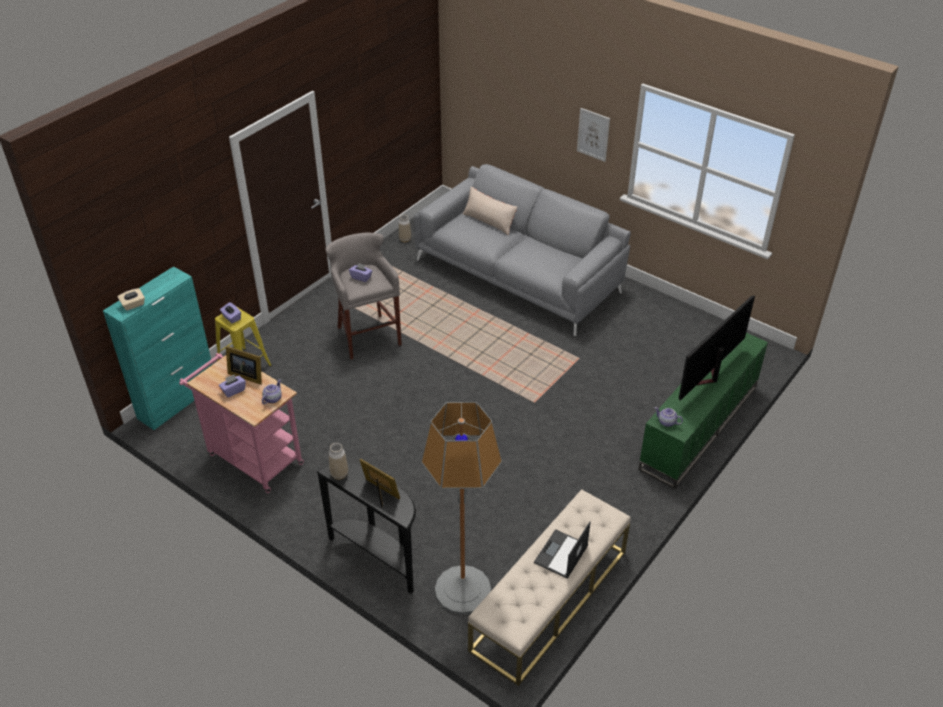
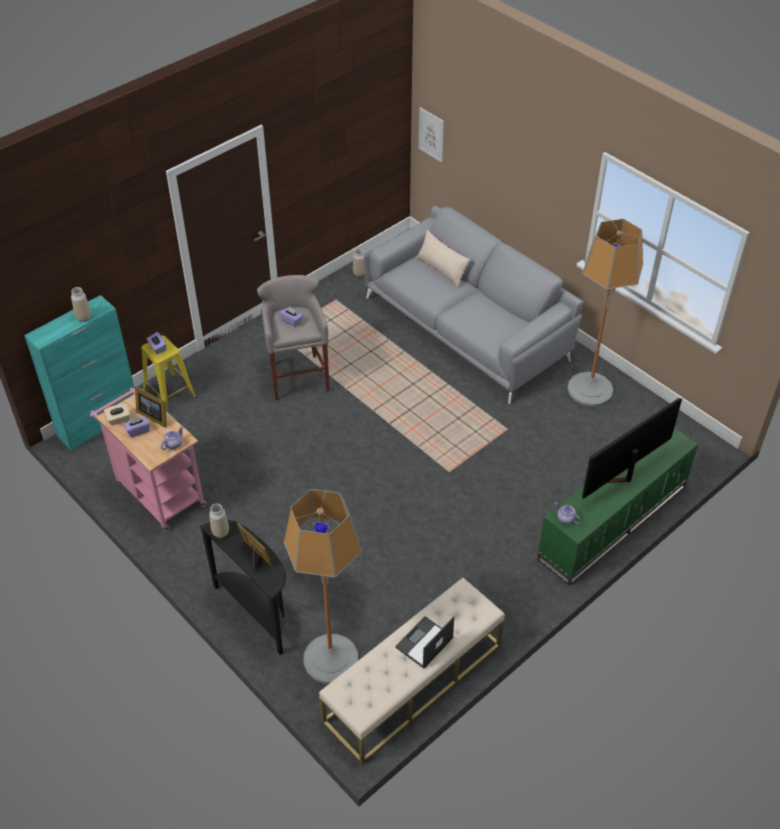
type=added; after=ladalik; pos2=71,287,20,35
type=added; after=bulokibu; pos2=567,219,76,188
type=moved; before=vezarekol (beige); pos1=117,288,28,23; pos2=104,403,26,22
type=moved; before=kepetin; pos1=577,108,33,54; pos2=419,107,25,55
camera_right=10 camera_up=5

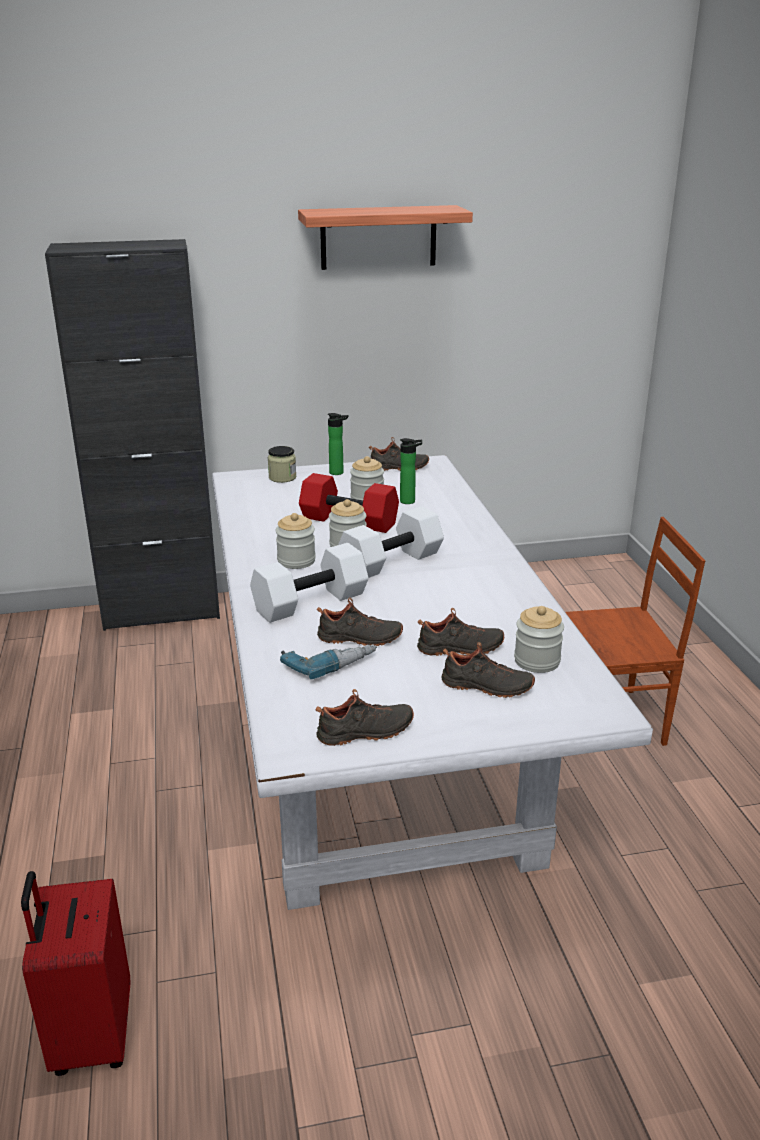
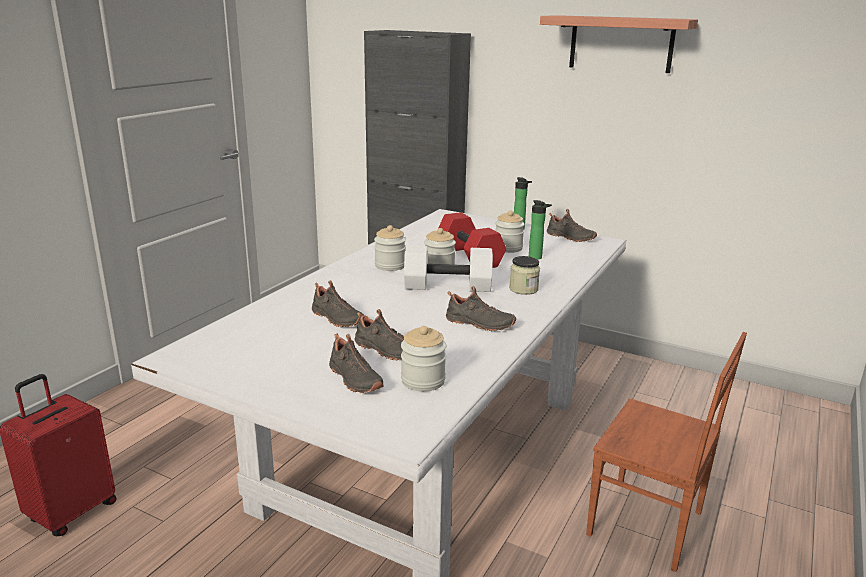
type=removed; before=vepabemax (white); pos1=250,543,118,80
type=removed; before=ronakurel; pos1=280,644,97,35
type=moved; before=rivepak; pos1=268,446,28,37; pos2=509,256,31,39
type=moved; before=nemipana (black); pos1=315,689,99,57; pos2=446,286,70,45
camera_right=40 camera_up=-5

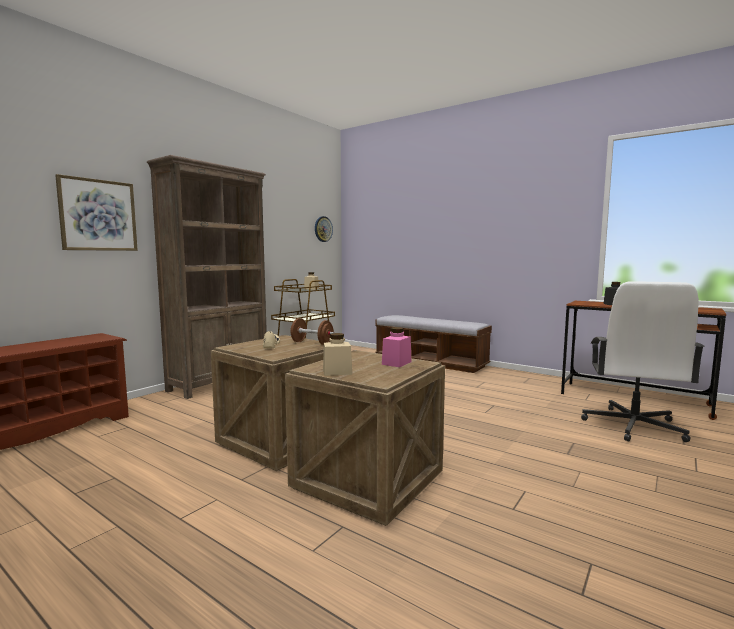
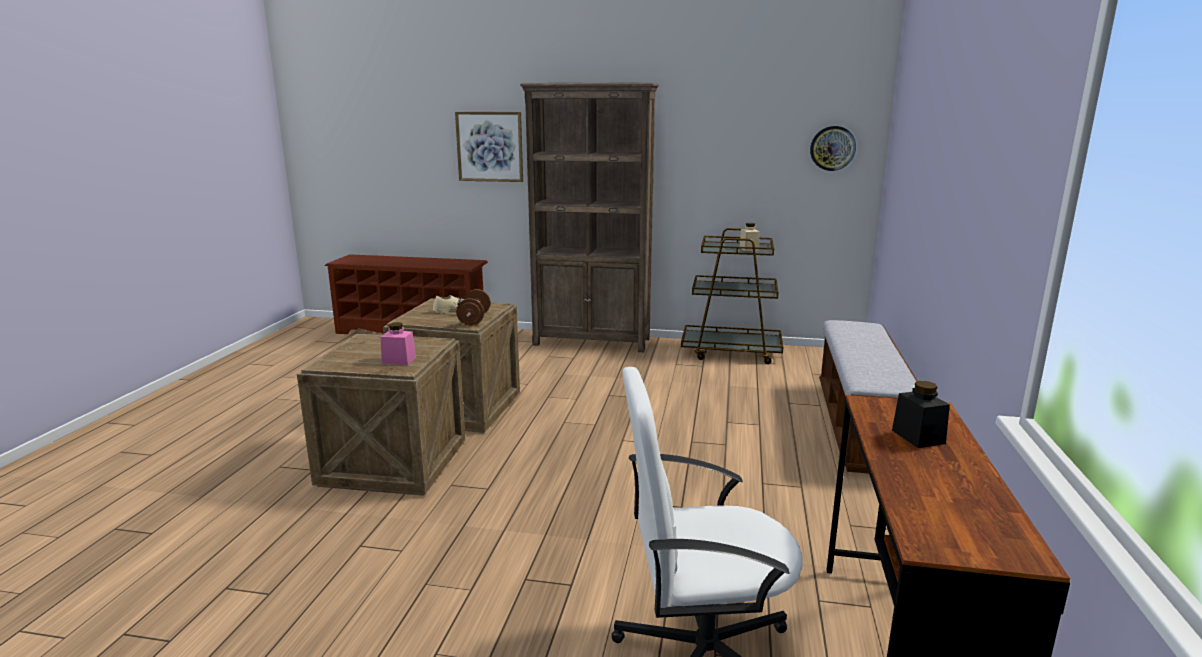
type=removed; before=rivepak (beige); pos1=323,333,29,43
camera_right=65 camera_up=10

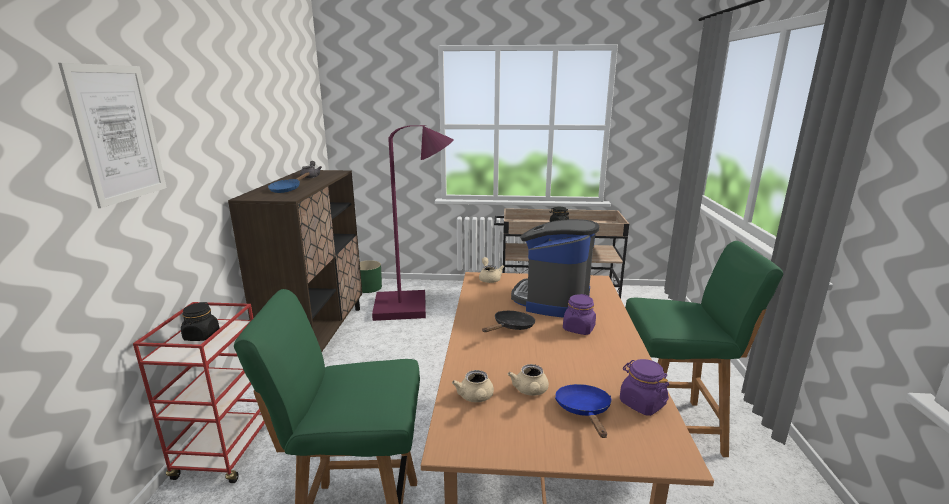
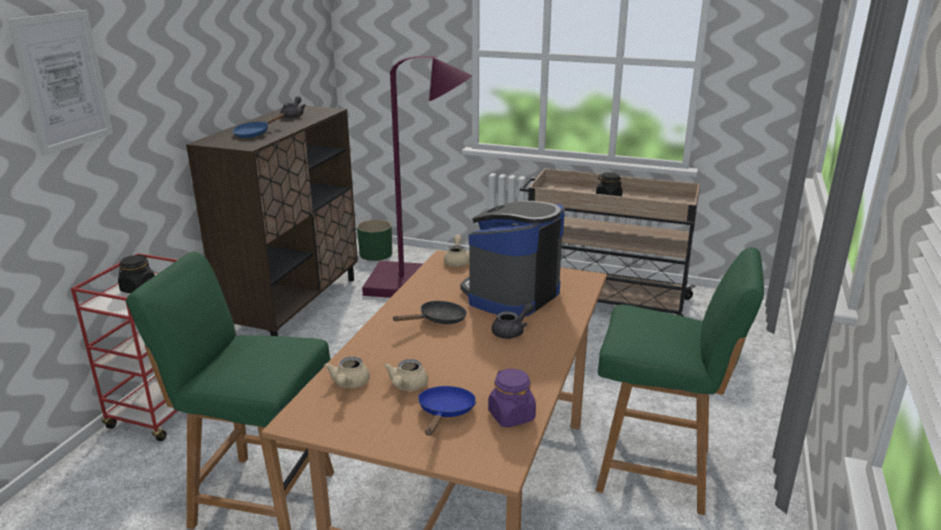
type=replaced; before=rivepak (purple); after=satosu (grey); pos1=563,294,33,41; pos2=492,302,42,37
camera_right=15 camera_up=5

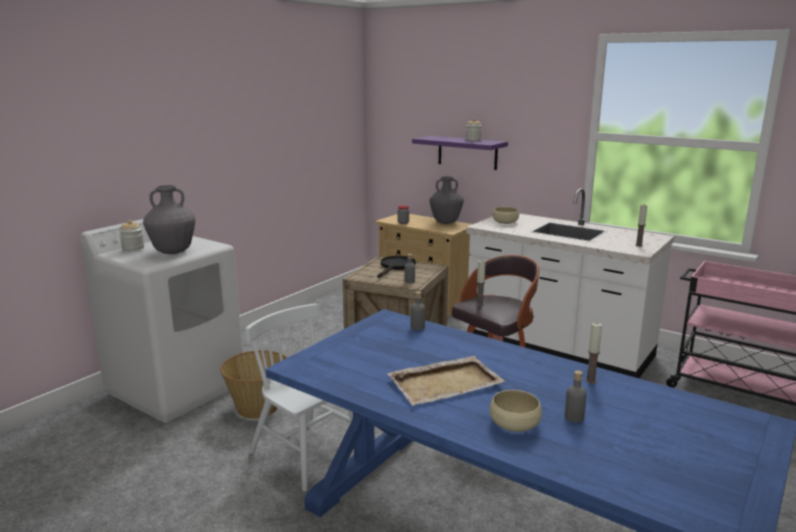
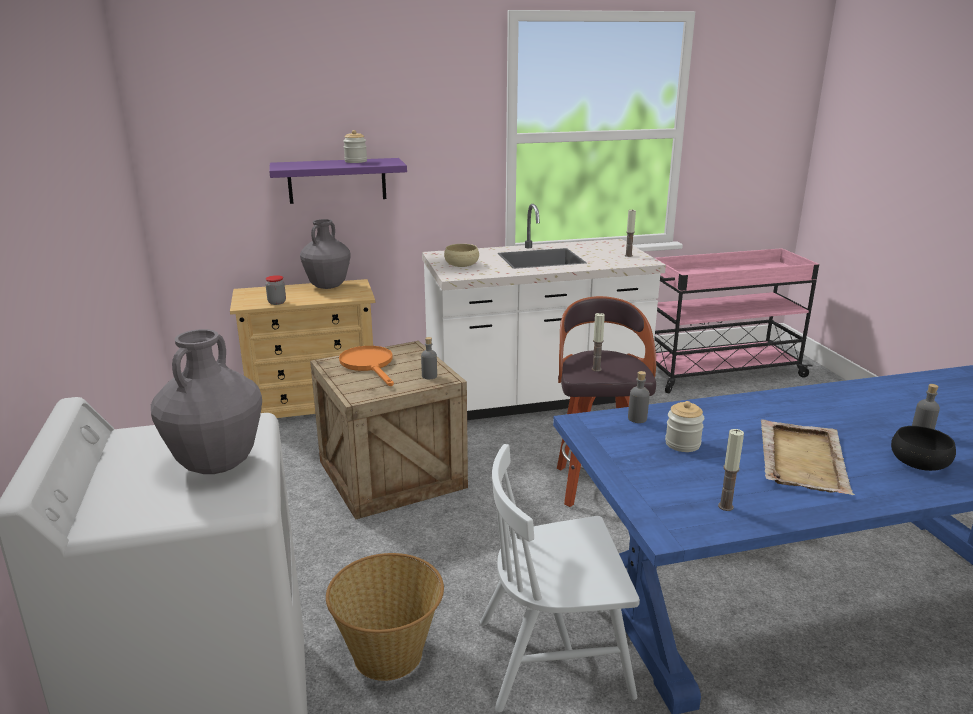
type=moved; before=rivepak; pos1=119,220,25,31; pos2=665,401,39,51
type=moved; before=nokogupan; pos1=585,323,17,61; pos2=718,429,26,82
type=recoloured; before=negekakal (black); after=negekakal (orange); pos1=377,256,39,22; pos2=339,346,55,40
type=recoloured; before=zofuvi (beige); after=zofuvi (black); pos1=490,390,52,42; pos2=891,426,65,45
camera_right=-50 camera_up=5

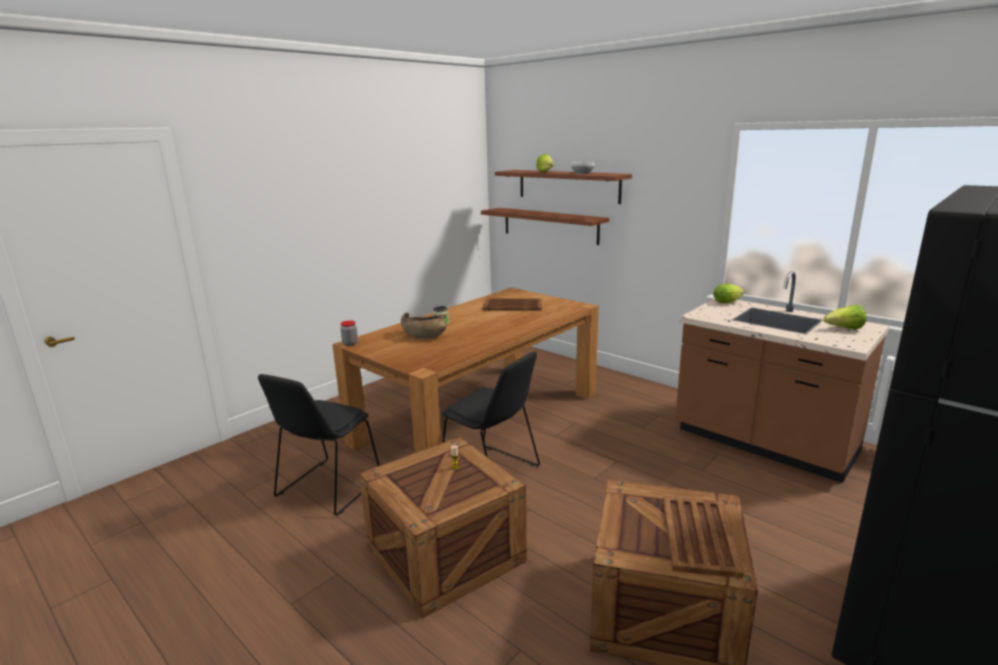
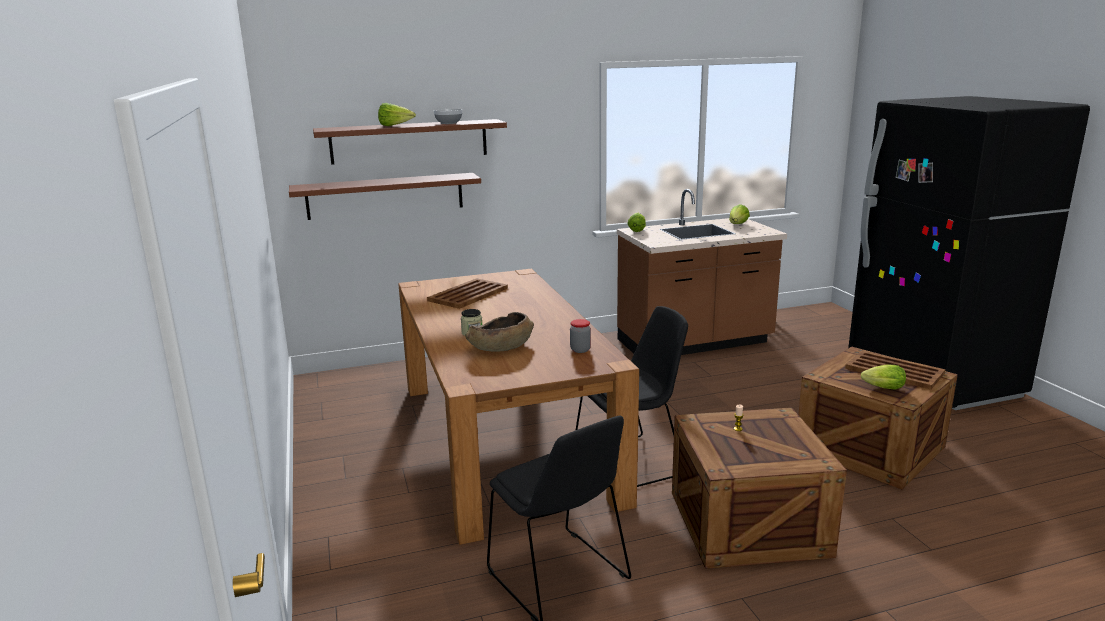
type=added; after=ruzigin; pos2=861,365,45,25
type=moved; before=rivepak; pos1=340,320,18,26; pos2=570,319,21,34
camera_right=-60 camera_up=0

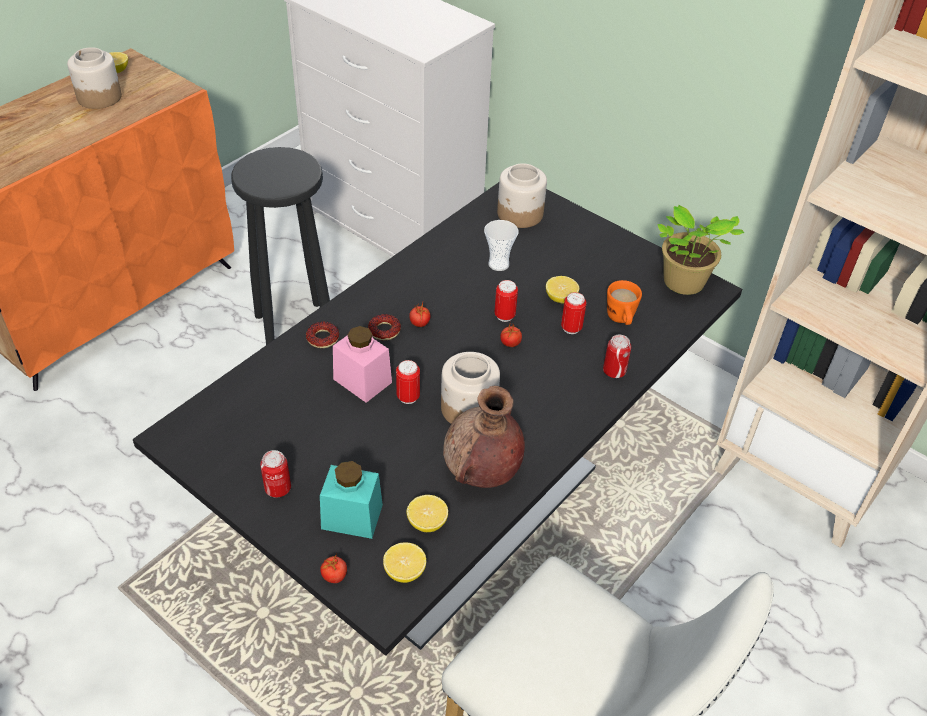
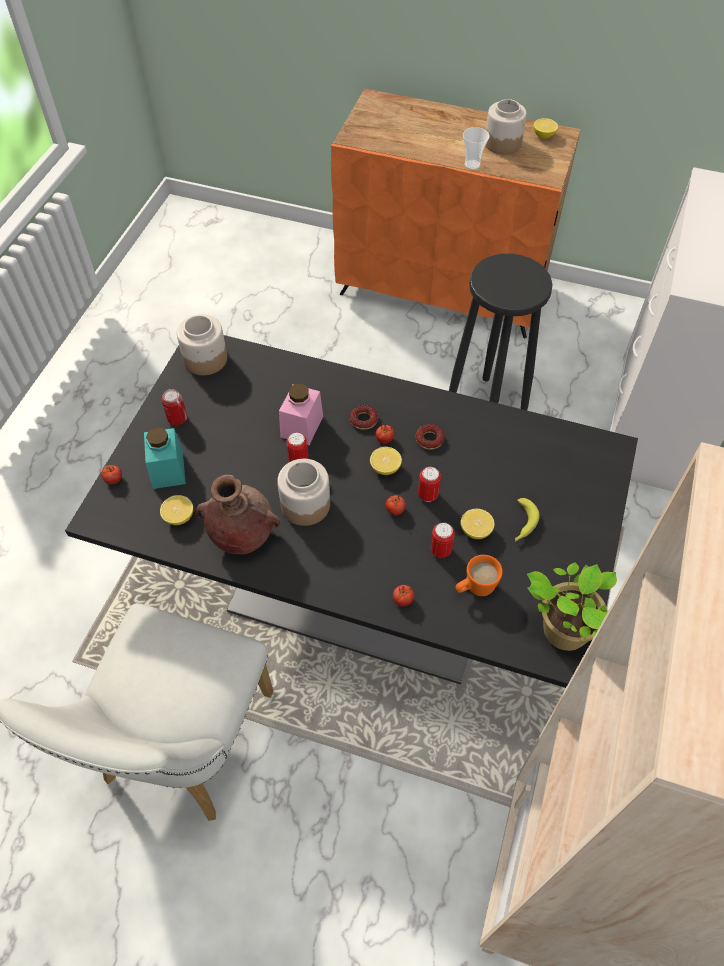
type=added; after=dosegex; pos2=515,498,25,44
type=moved; before=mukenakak; pos1=306,322,33,26; pos2=416,424,29,25
type=moved; before=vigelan; pos1=383,542,43,41; pos2=370,447,32,28
type=moved; before=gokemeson; pos1=484,220,35,51; pos2=463,127,27,43
type=moved; before=rivepak; pos1=497,163,50,65; pos2=177,314,50,61
type=replaced; before=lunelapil; after=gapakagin; pos1=603,335,28,43; pos2=393,585,21,21
camera_right=70 camera_up=10

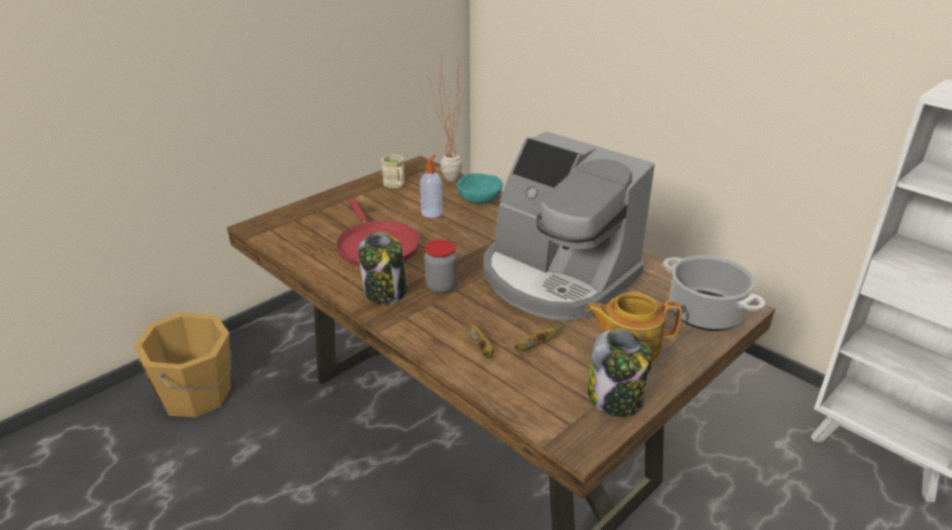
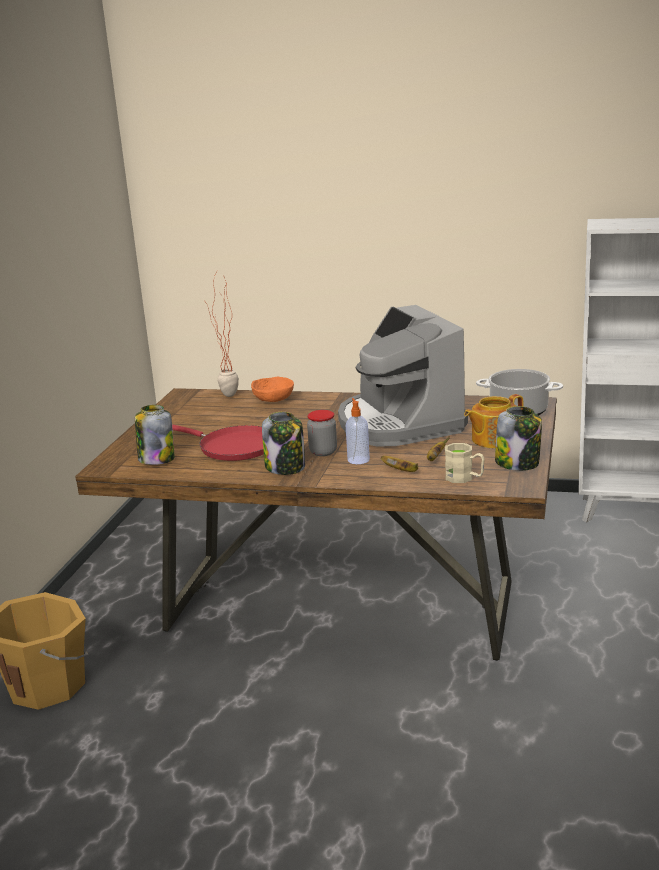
type=added; after=rivepak; pos2=135,405,40,60
type=moved; before=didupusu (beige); pos1=381,154,24,34; pos2=445,443,40,40
type=moved; before=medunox; pos1=420,155,22,63; pos2=346,398,24,66
type=recoloured; before=zofuvi (turquoise); after=zofuvi (orange); pos1=457,173,46,31; pos2=251,376,43,26
type=turned; before=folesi; pos1=483,131,172,190; pos2=338,305,130,142; turn=60
camera_right=-30 camera_up=-10

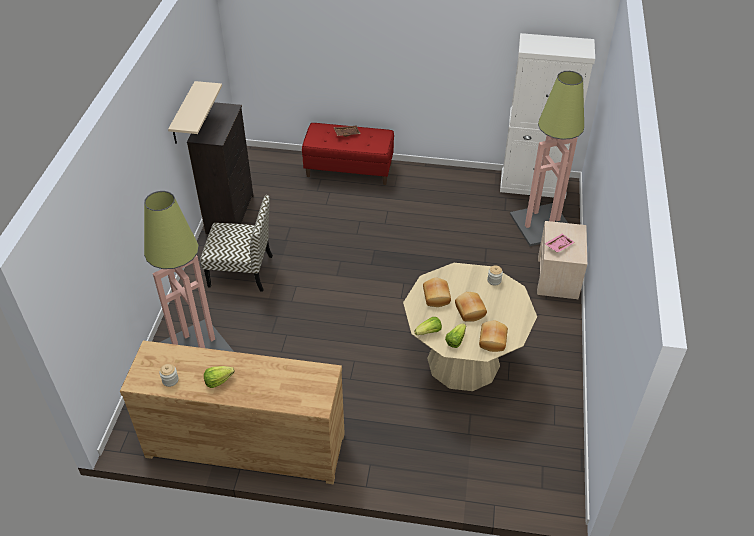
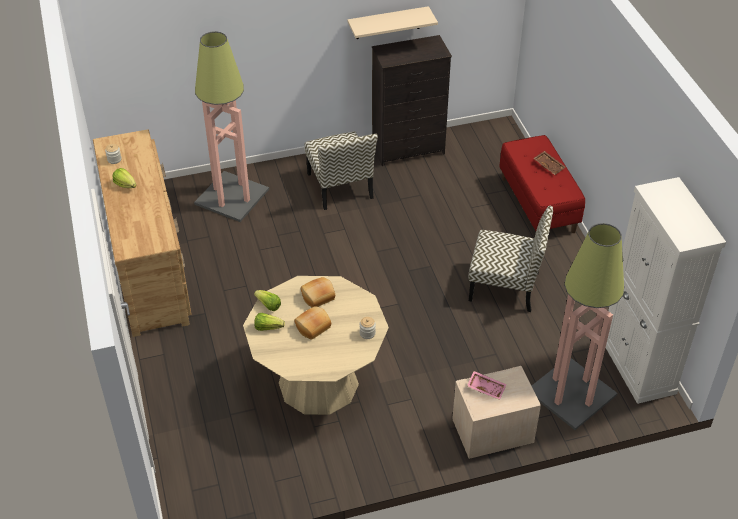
type=removed; before=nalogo; pos1=479,320,29,32
type=added; after=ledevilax; pos2=469,206,84,106
camera_right=65 camera_up=0

